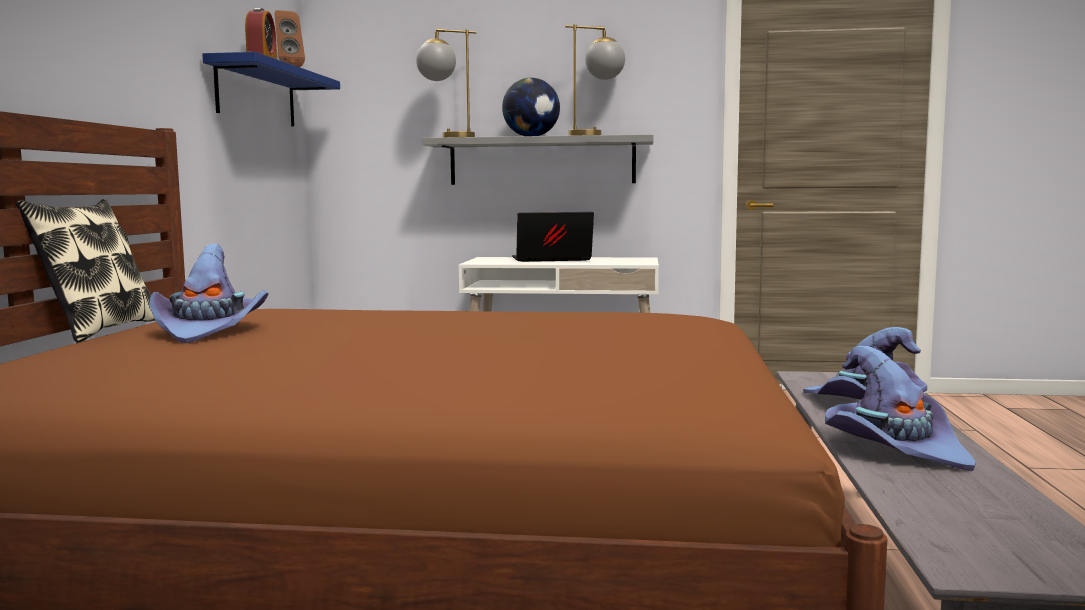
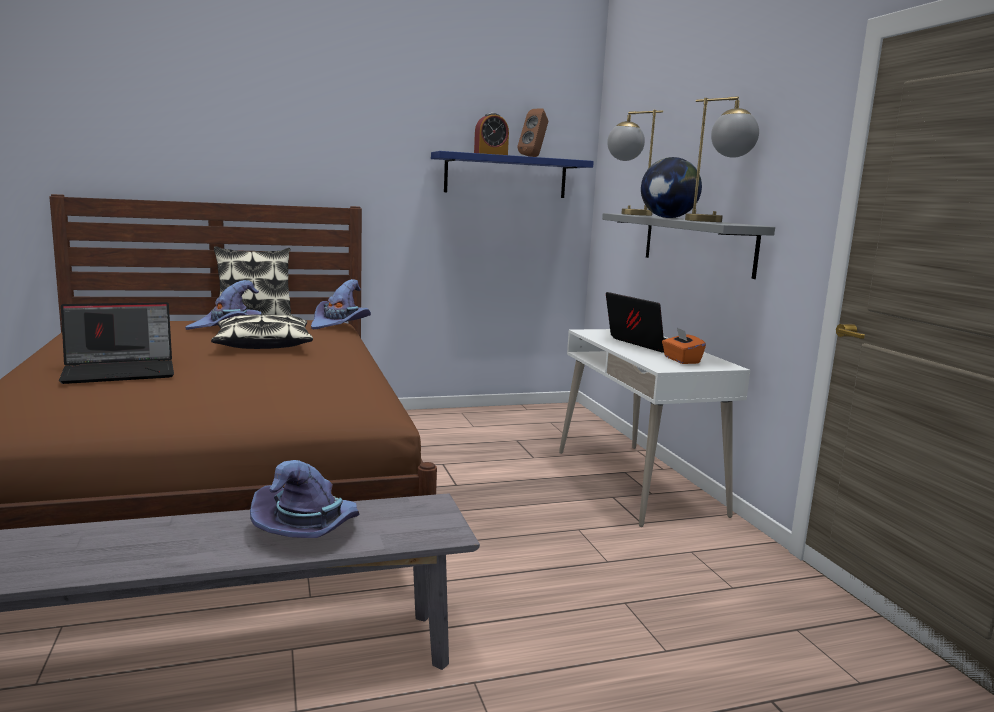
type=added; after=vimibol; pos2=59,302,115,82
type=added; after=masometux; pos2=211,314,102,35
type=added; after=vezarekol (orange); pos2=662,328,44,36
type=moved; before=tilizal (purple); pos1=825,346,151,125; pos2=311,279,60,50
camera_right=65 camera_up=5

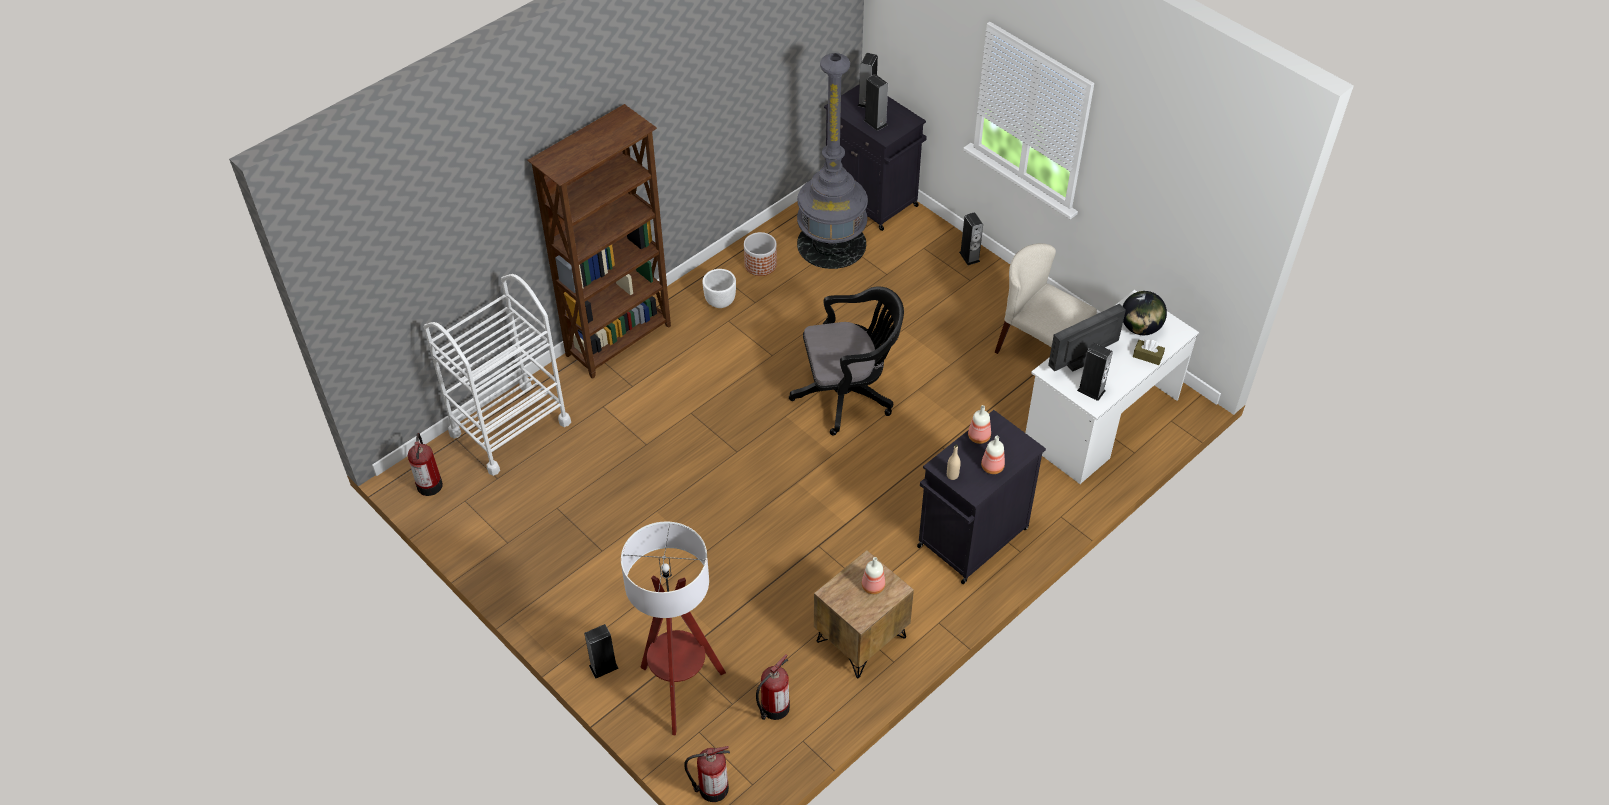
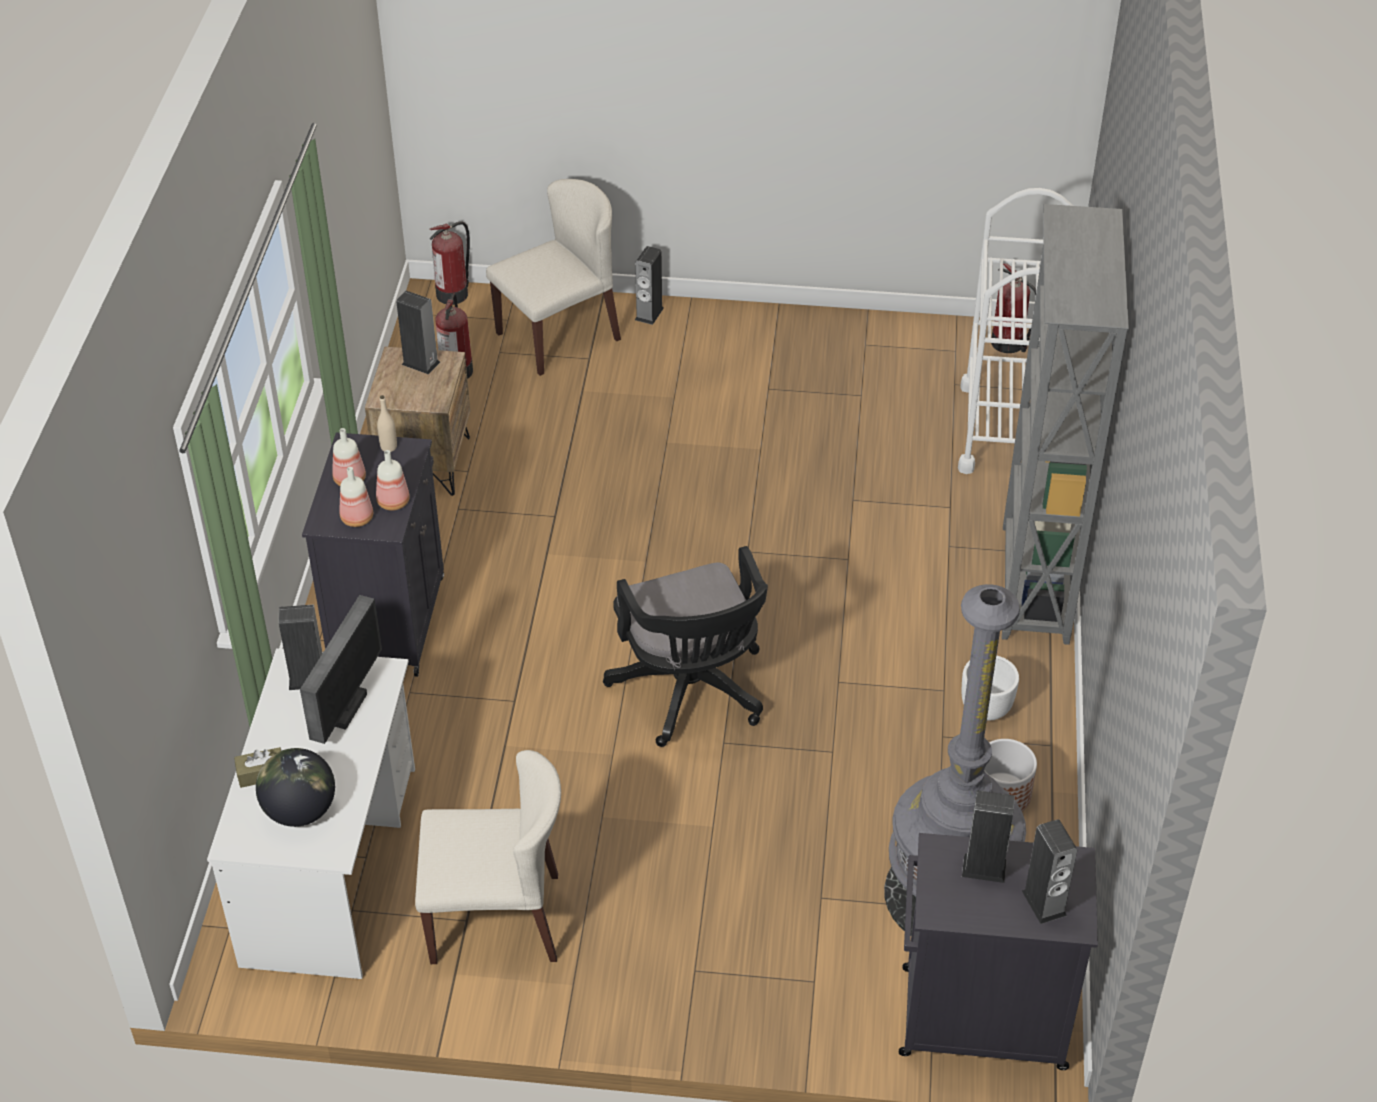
type=moved; before=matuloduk; pos1=862,557,23,37; pos2=339,467,34,60
type=moved; before=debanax; pos1=959,212,24,53; pos2=396,291,44,84
type=replaced; before=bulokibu; after=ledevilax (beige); pos1=621,521,105,214; pos2=486,179,135,197
type=recoloured; before=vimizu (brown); after=vimizu (grey); pos1=527,104,144,275; pos2=1002,204,127,441
type=turned; before=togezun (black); pos1=789,286,115,150; pos2=603,546,165,201; turn=-60
camera_right=140 camera_up=-5

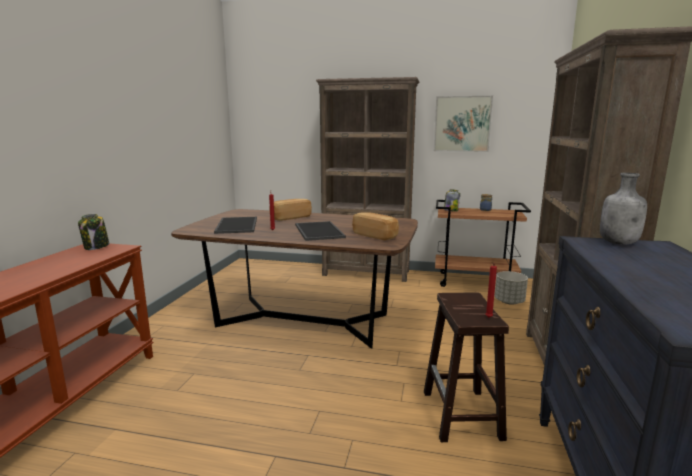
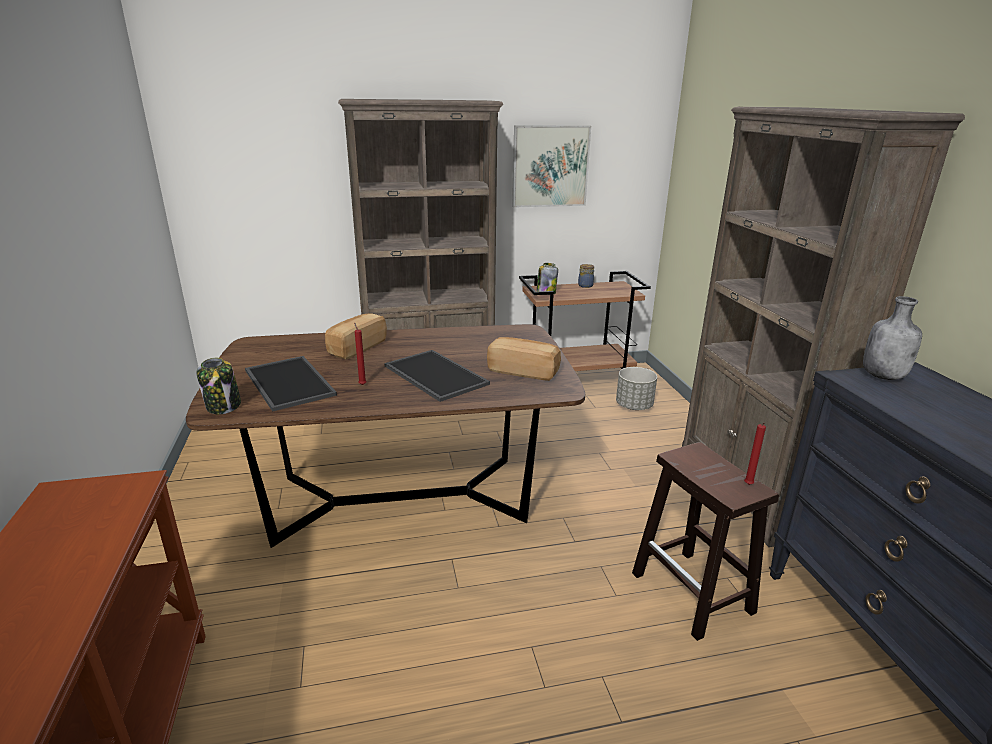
type=moved; before=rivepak; pos1=78,214,31,36; pos2=196,358,45,56
camera_right=-25 camera_up=10

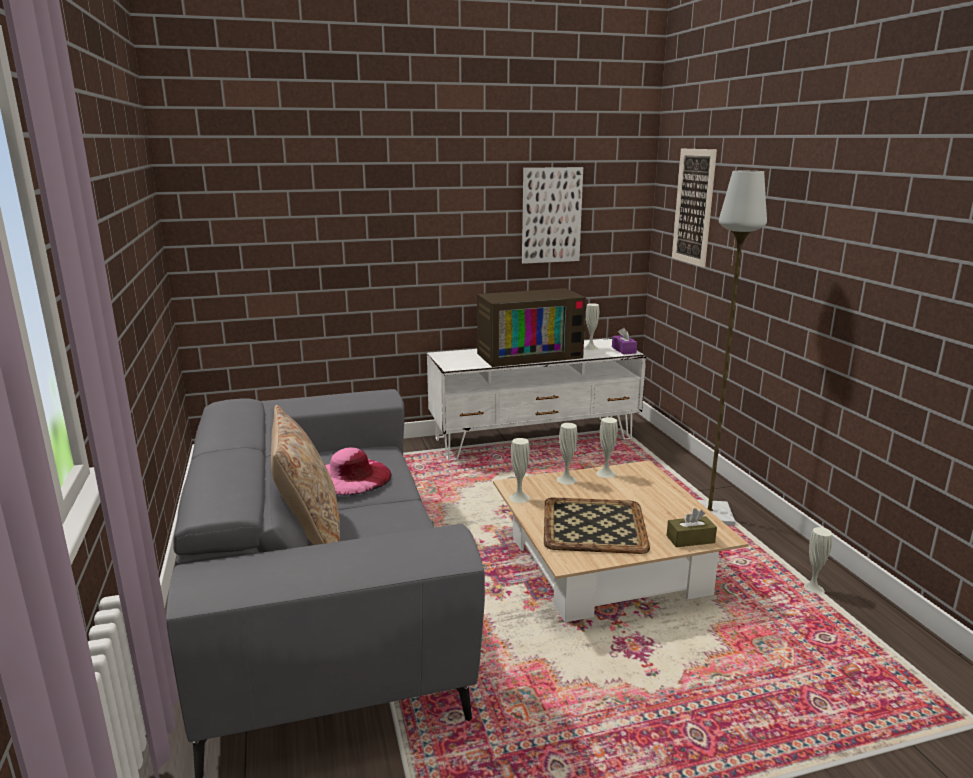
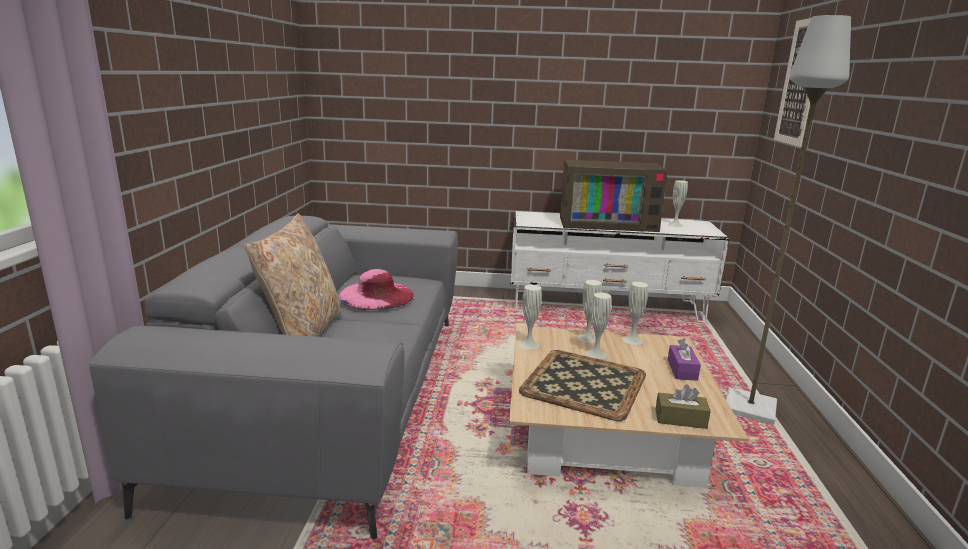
type=removed; before=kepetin; pos1=522,167,61,97
type=moved; before=vezarekol (purple); pos1=612,328,25,27; pos2=668,338,33,43
type=moved; before=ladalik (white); pos1=804,527,28,66; pos2=586,292,26,67
camera_right=20 camera_up=0

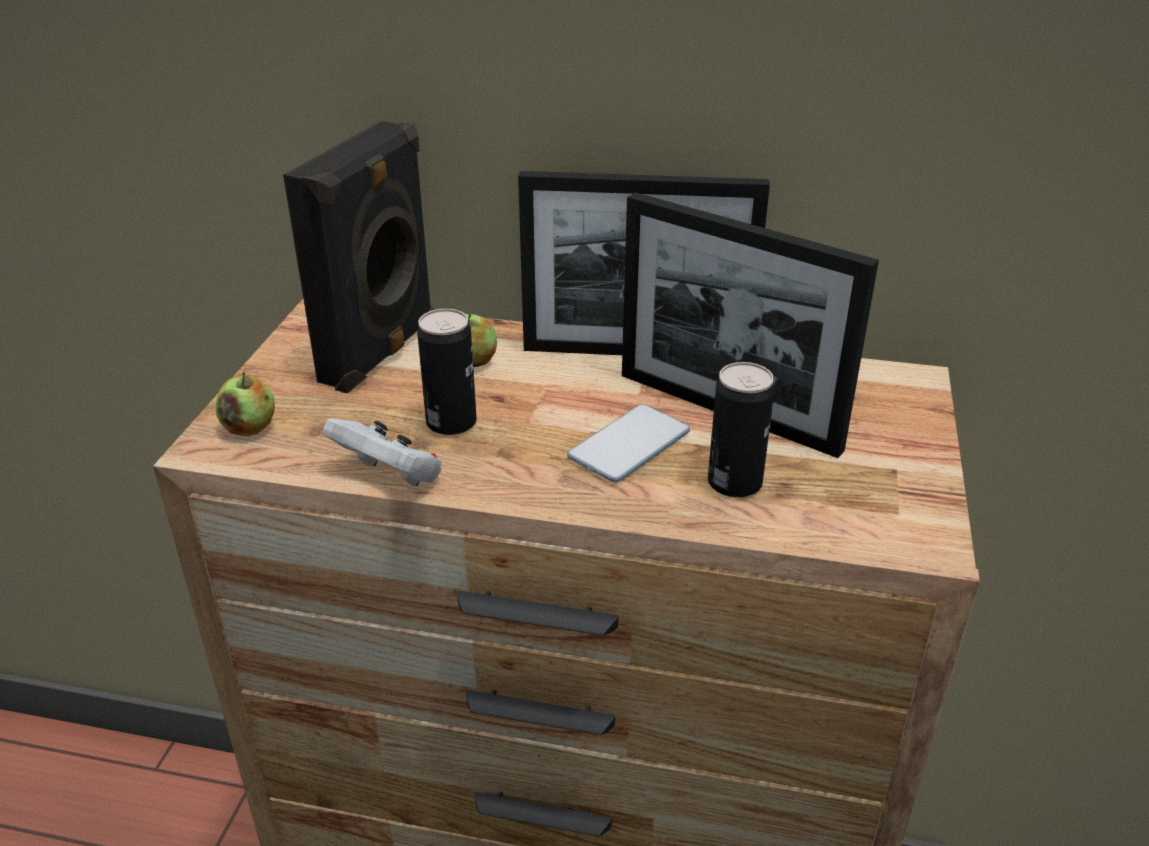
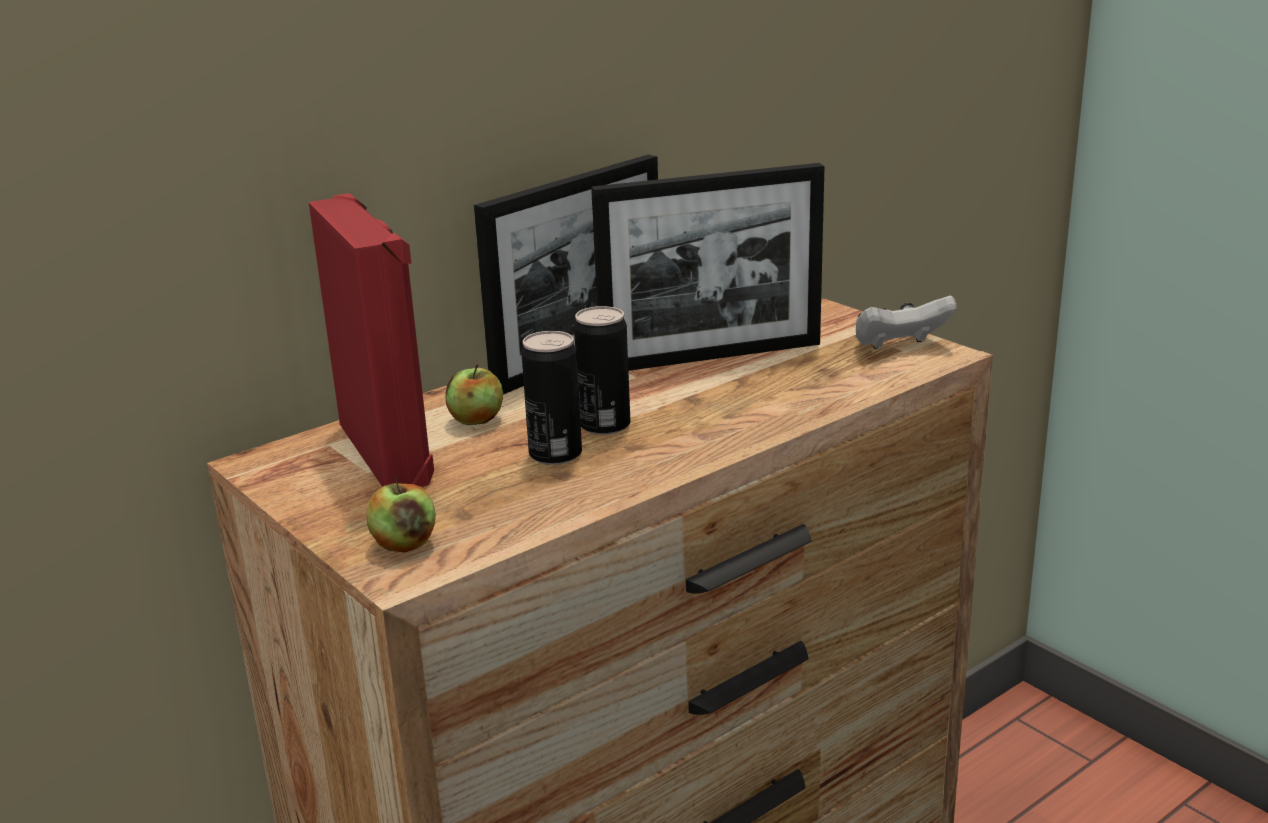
type=removed; before=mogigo; pos1=567,404,123,78
type=moved; before=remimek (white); pos1=323,418,119,69; pos2=855,296,102,53
type=moved; before=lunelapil; pos1=708,362,67,136; pos2=574,306,56,129
type=recoloured; before=debanax (black); after=debanax (red); pos1=283,121,150,273; pos2=309,193,125,294
camera_right=-50 camera_up=-10

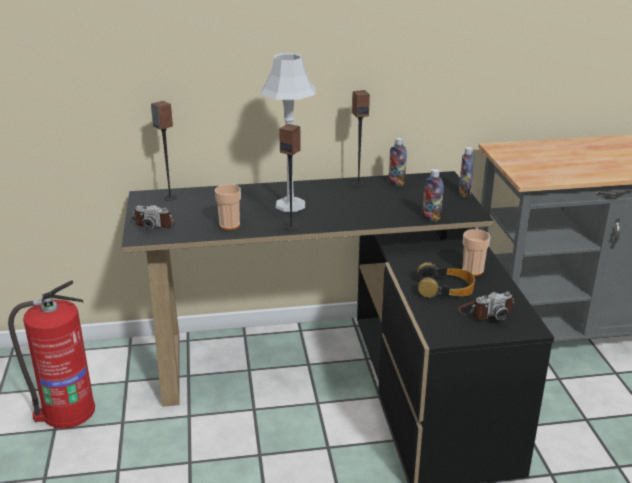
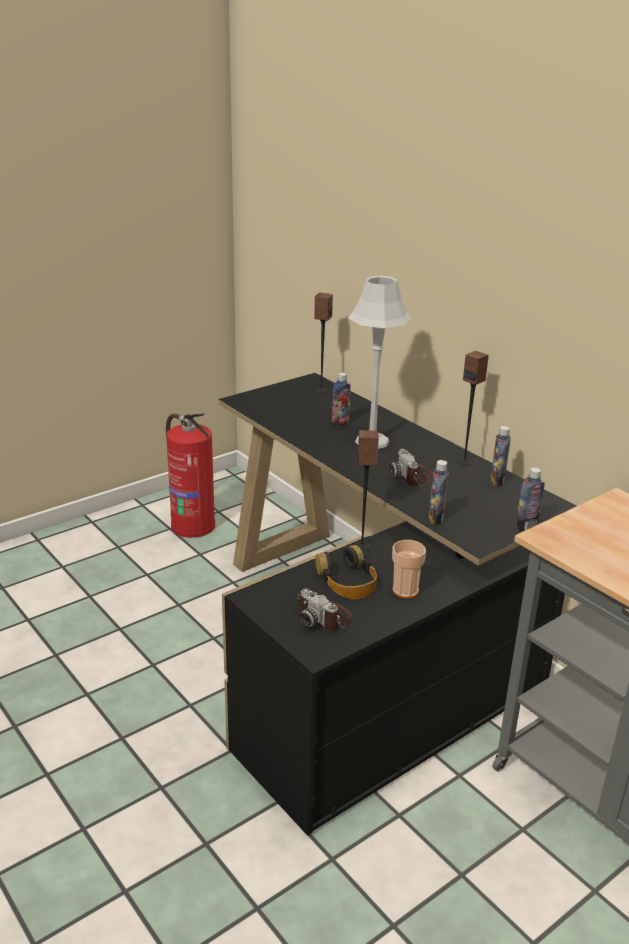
type=removed; before=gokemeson; pos1=215,184,26,46
type=added; after=matuloduk; pos2=332,373,19,54
type=moved; before=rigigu; pos1=132,205,43,24; pos2=389,449,44,38
type=moved; before=debanax; pos1=279,124,22,107; pos2=354,430,25,121
camera_right=60 camera_up=0

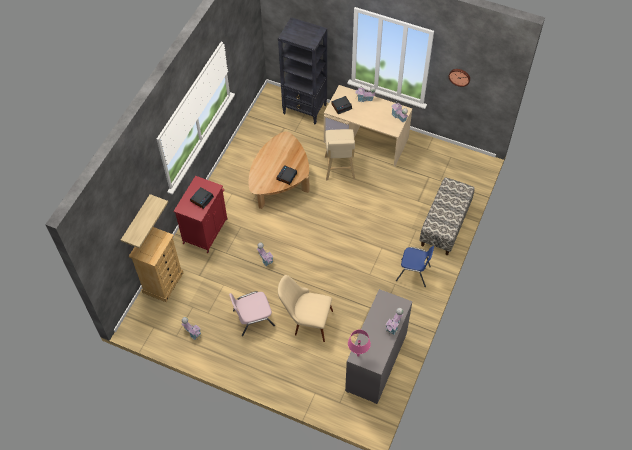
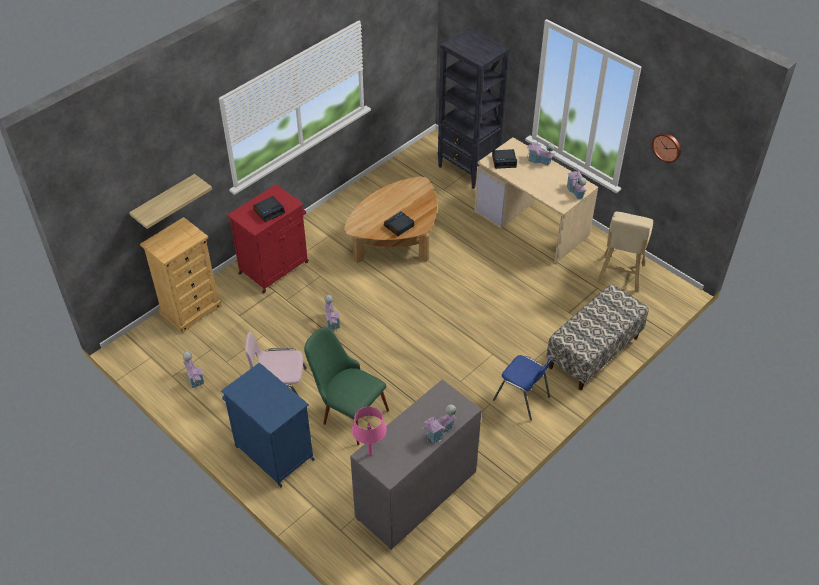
type=added; after=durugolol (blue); pos2=221,363,94,124
type=moved; before=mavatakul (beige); pos1=325,129,30,51; pos2=596,212,57,80
type=recoloured; before=ledevilax (beige); after=ledevilax (green); pos1=278,275,55,67; pos2=304,326,85,119
camera_right=20 camera_up=-10

